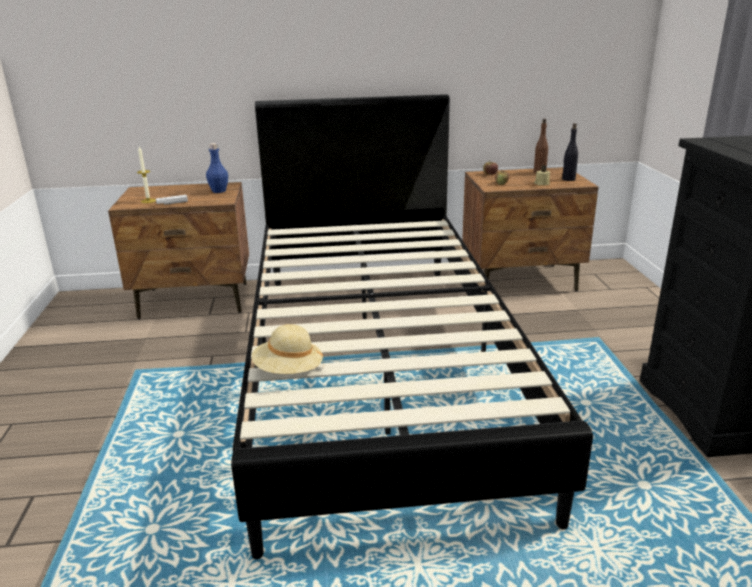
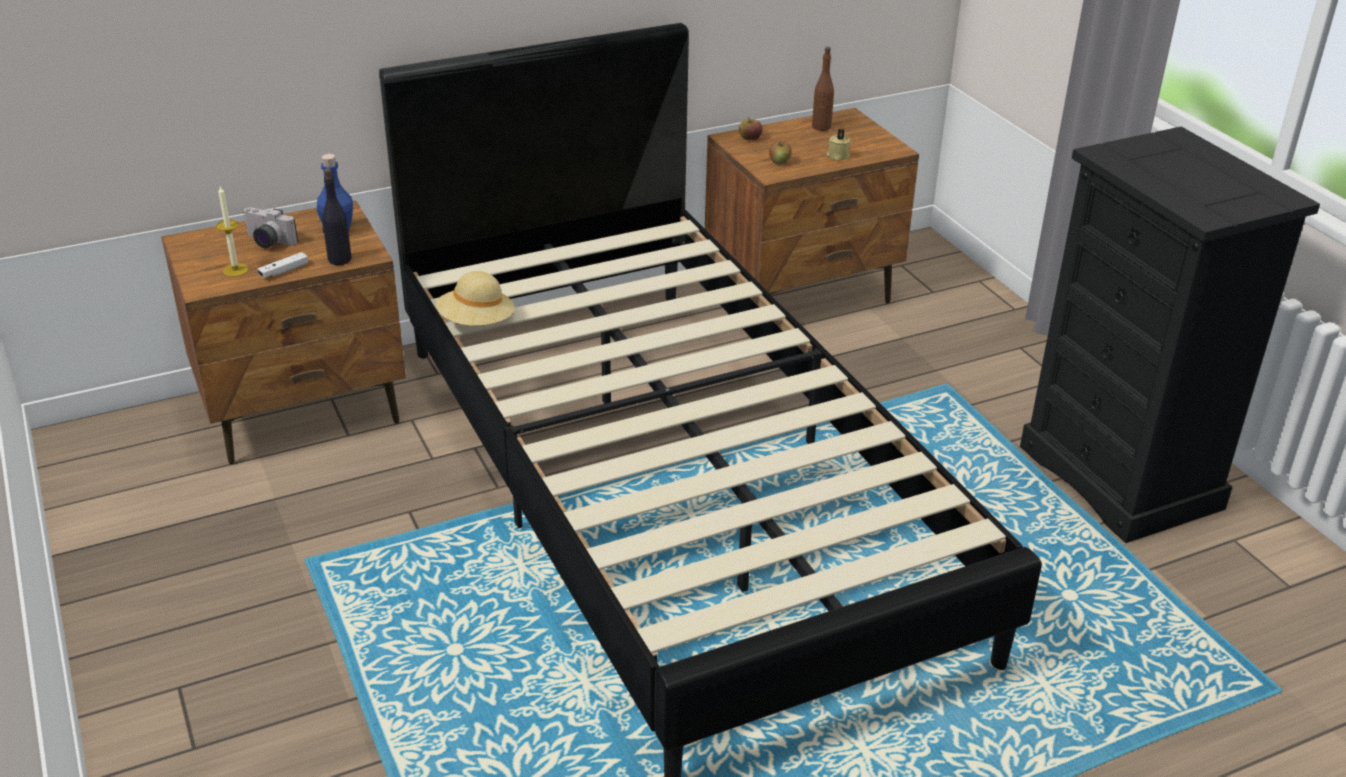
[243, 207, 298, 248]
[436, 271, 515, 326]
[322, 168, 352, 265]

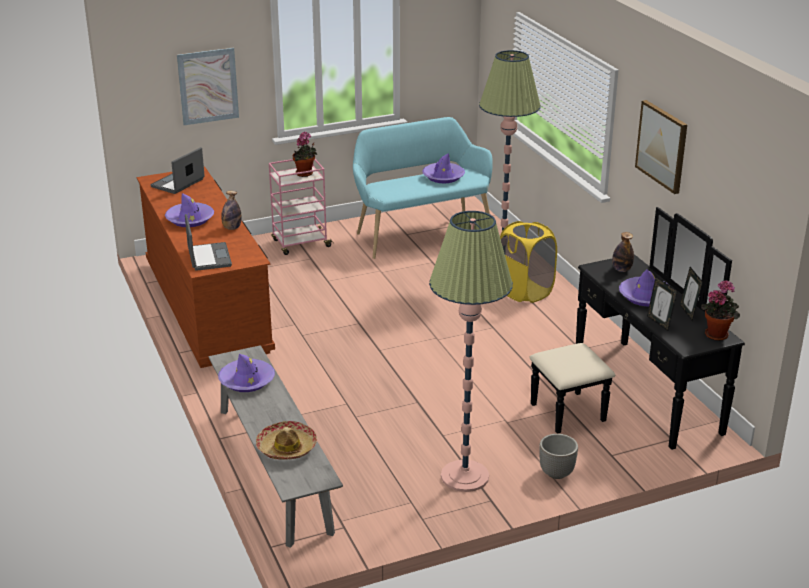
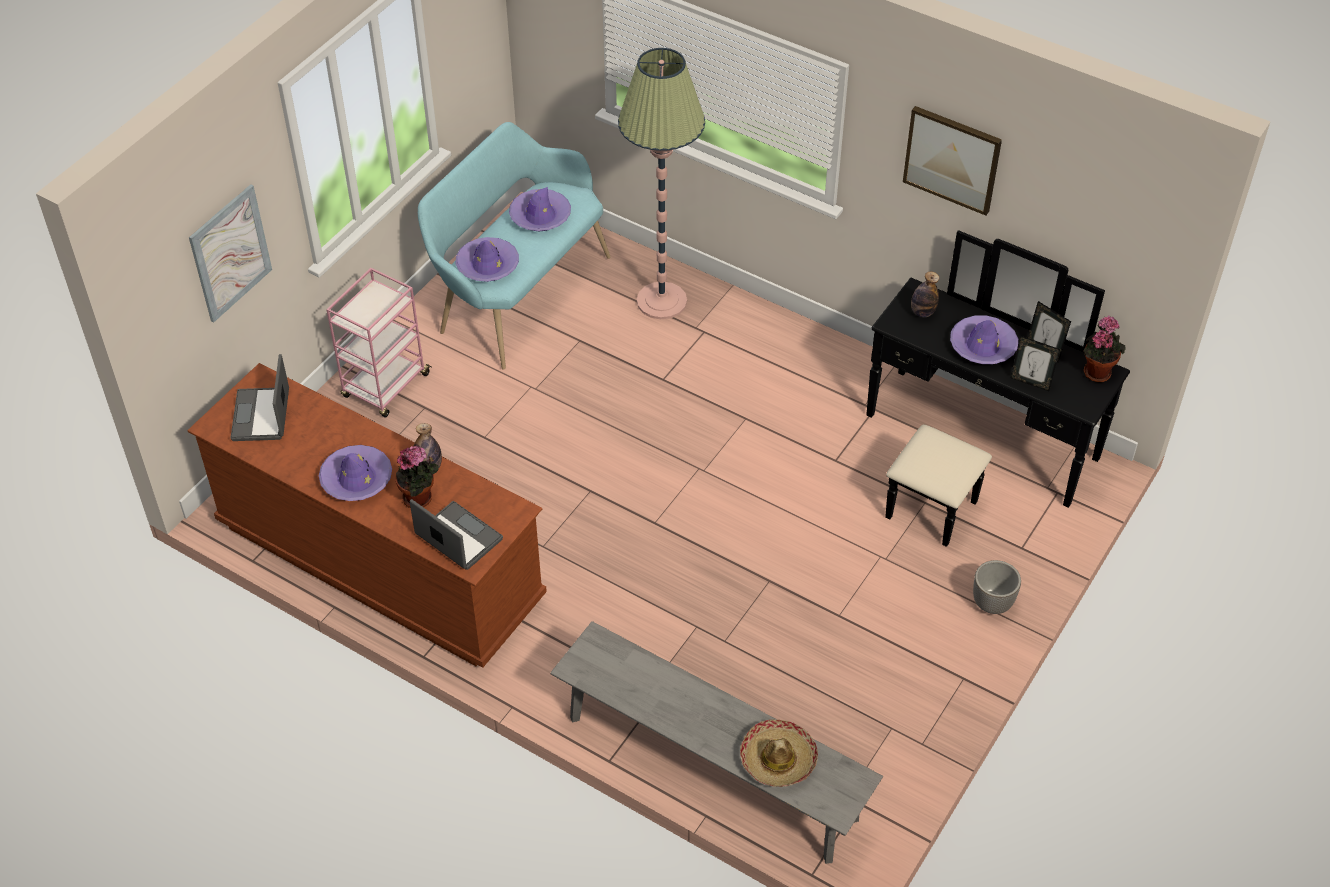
[429, 211, 513, 492] (first image)
[500, 221, 557, 303] (first image)
[456, 237, 519, 282]
[396, 446, 439, 508]

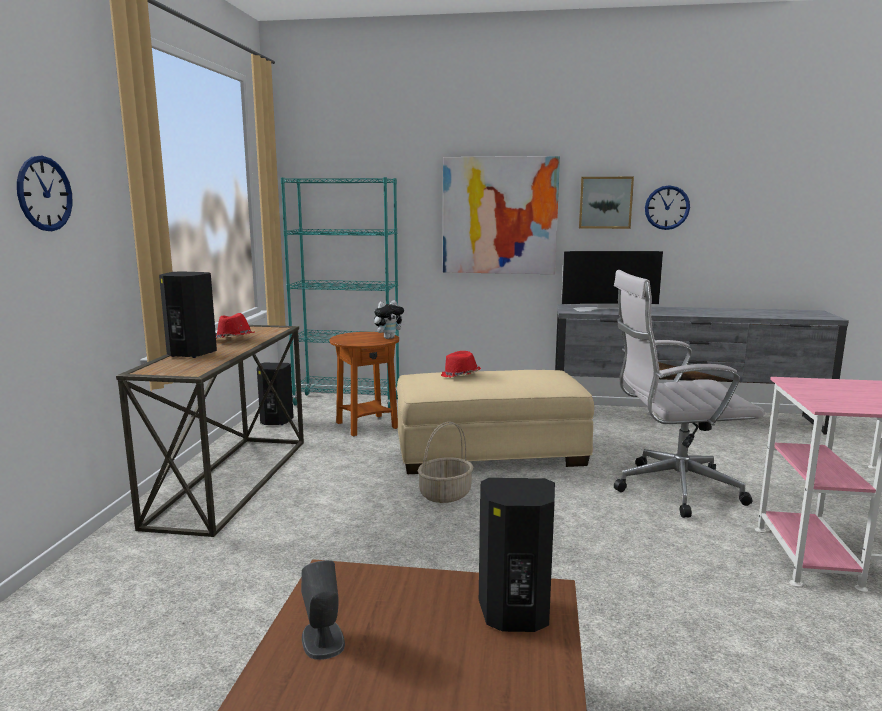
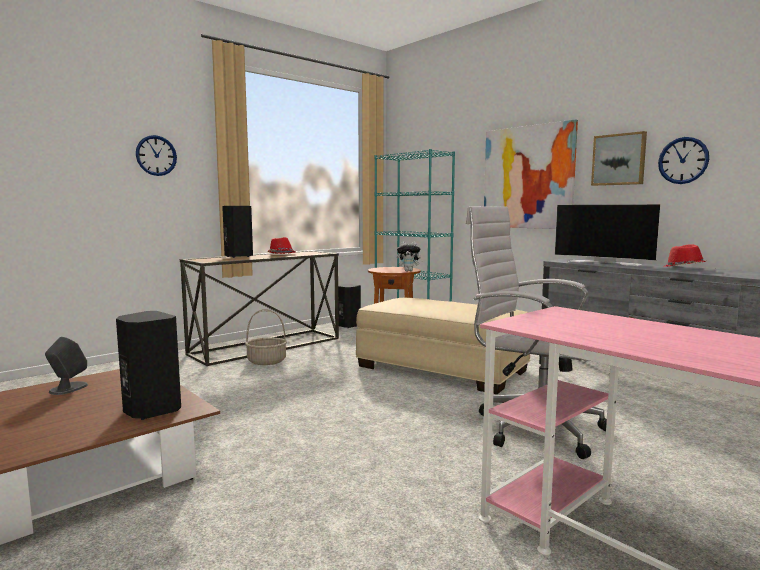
[245, 309, 287, 365]
[663, 245, 706, 267]

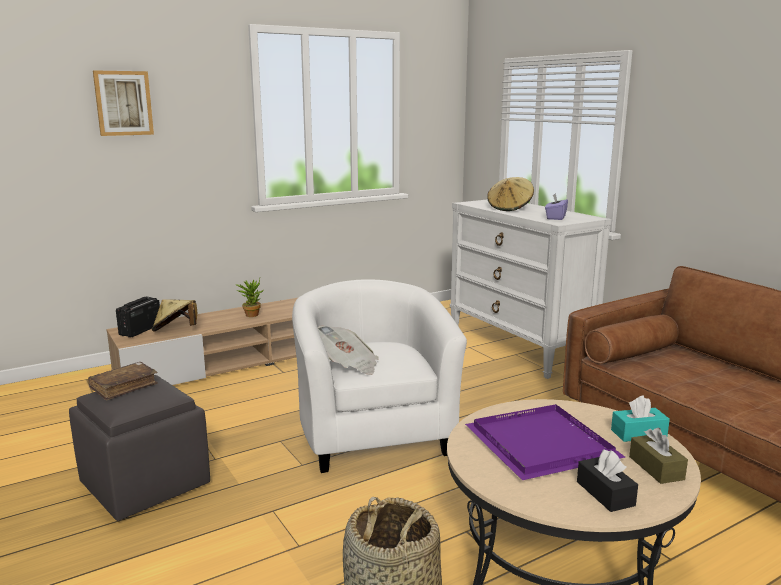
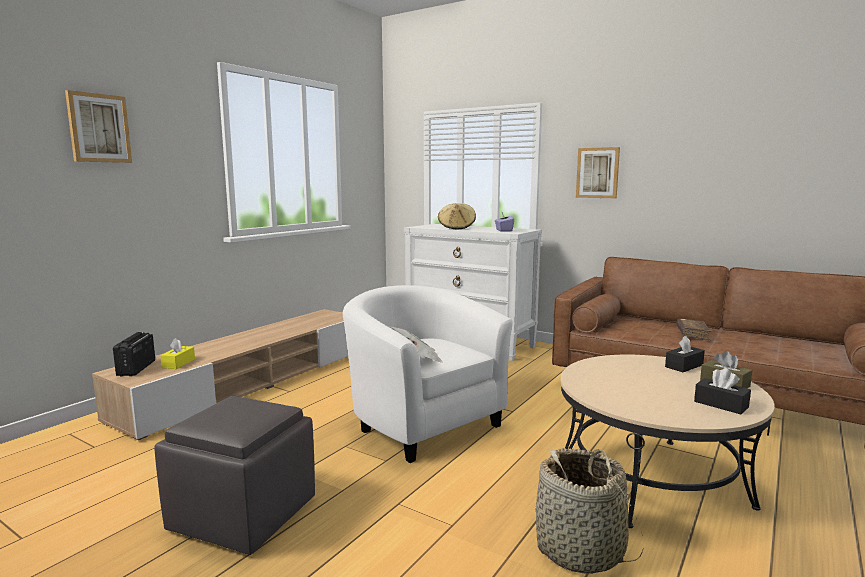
[236, 279, 264, 317] (first image)
[465, 404, 625, 480] (first image)
[576, 147, 620, 198]
[676, 319, 712, 341]
[160, 338, 195, 369]
[665, 336, 705, 372]

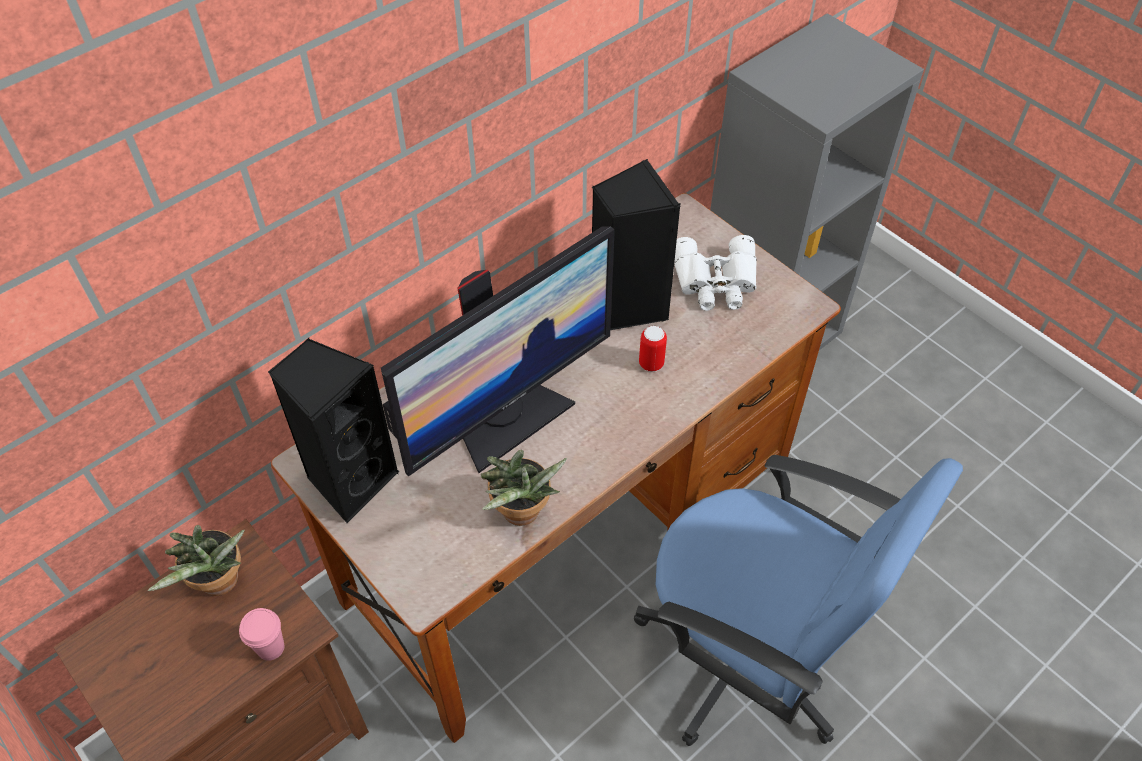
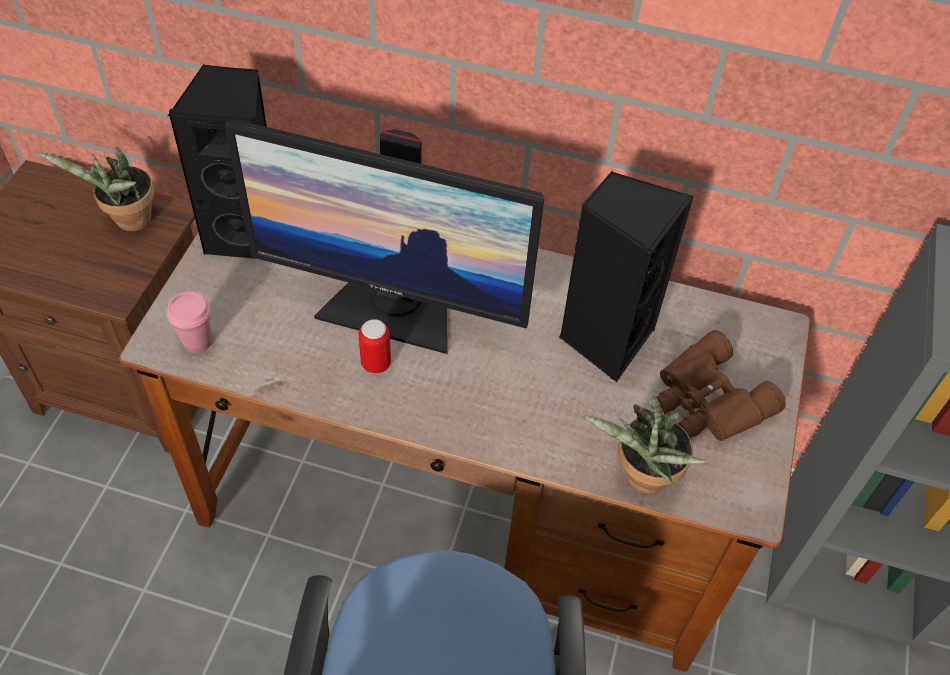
[166, 291, 212, 353]
[583, 396, 706, 495]
[358, 319, 391, 374]
[656, 330, 786, 441]

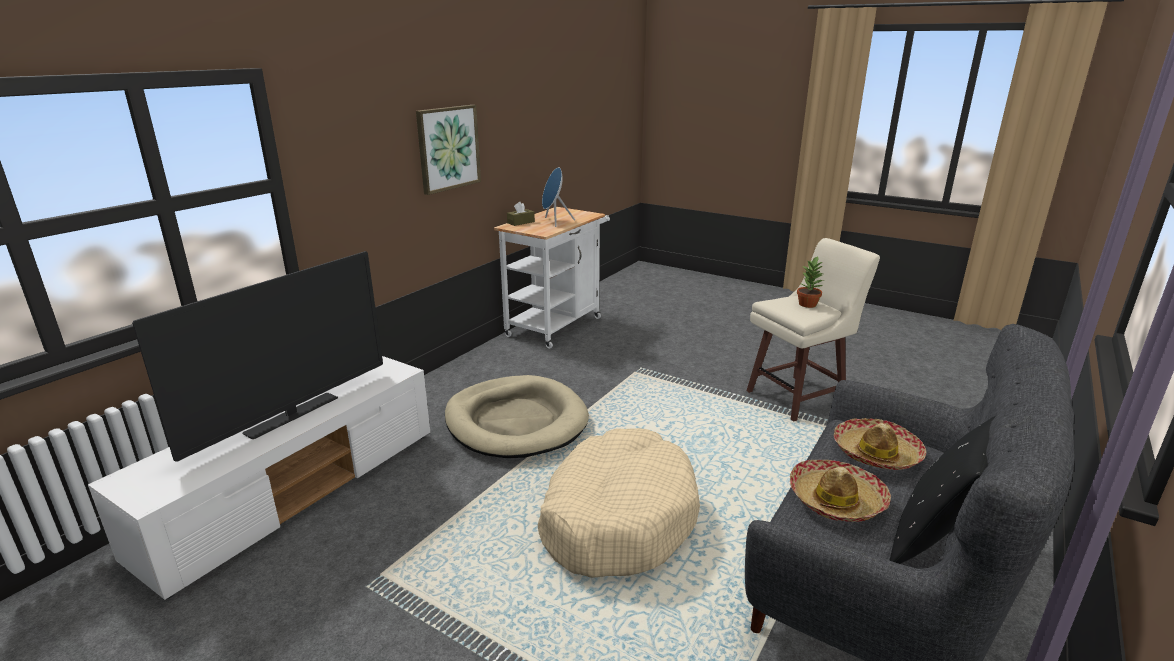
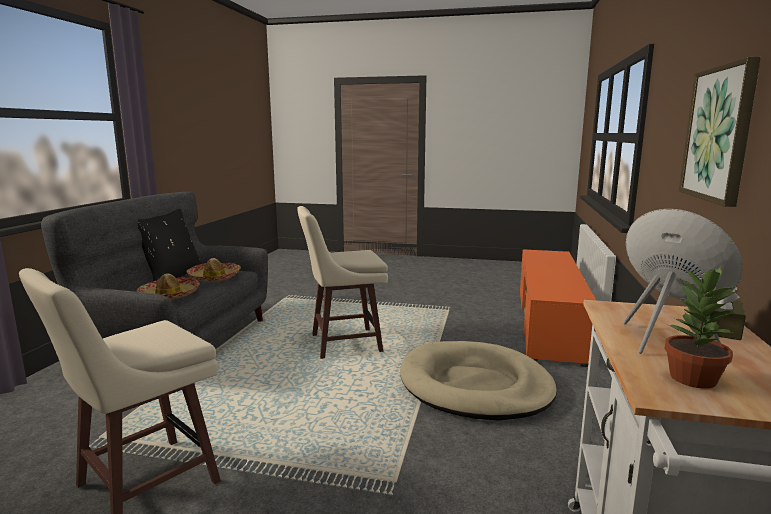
[132, 251, 383, 462] (first image)
[665, 266, 737, 389]
[297, 206, 388, 359]
[520, 249, 596, 367]

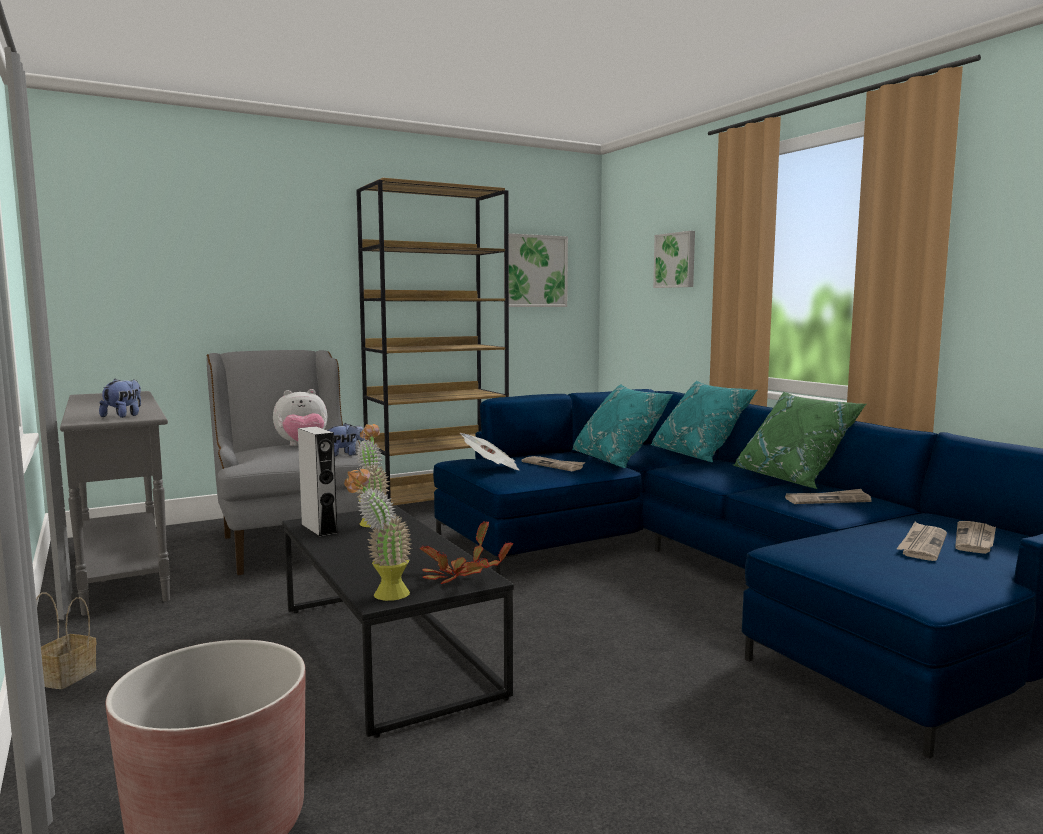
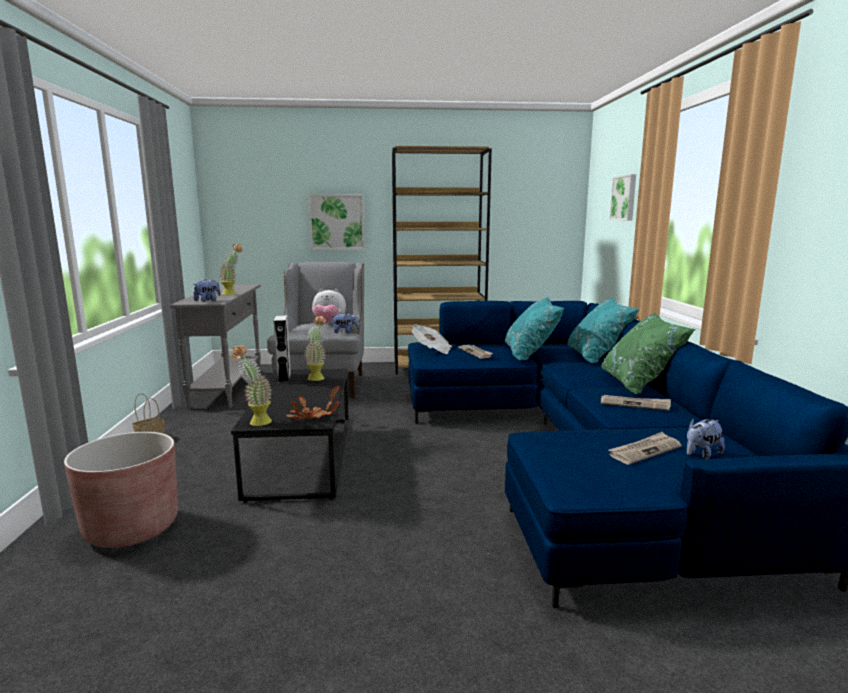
[219, 244, 243, 295]
[308, 194, 365, 250]
[687, 419, 725, 459]

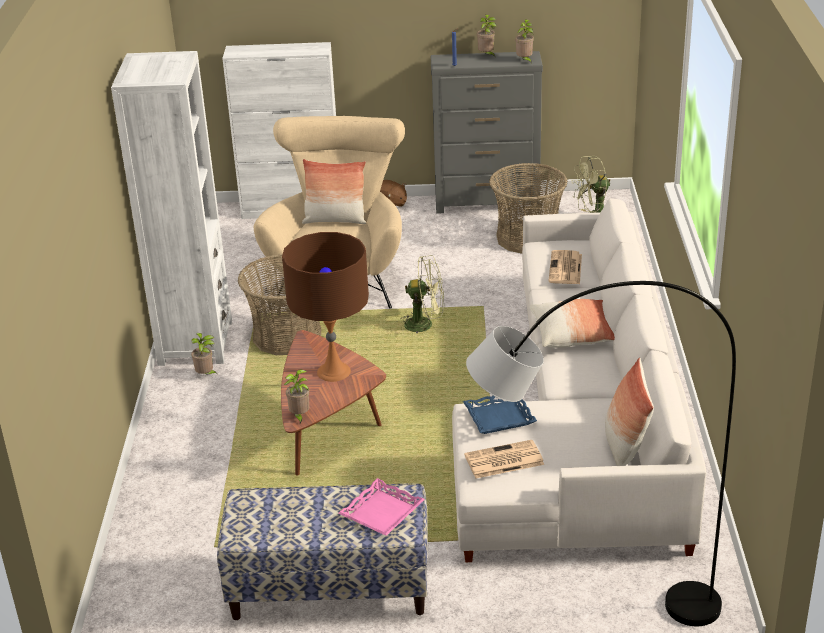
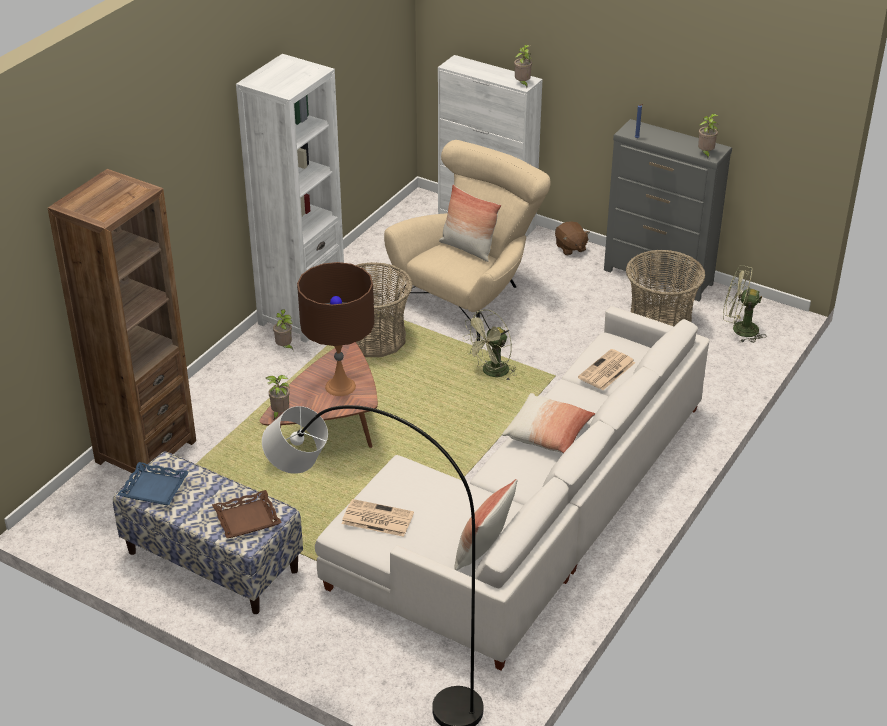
[48, 169, 196, 475]
[117, 462, 189, 505]
[514, 45, 533, 87]
[212, 490, 282, 538]
[462, 309, 516, 381]

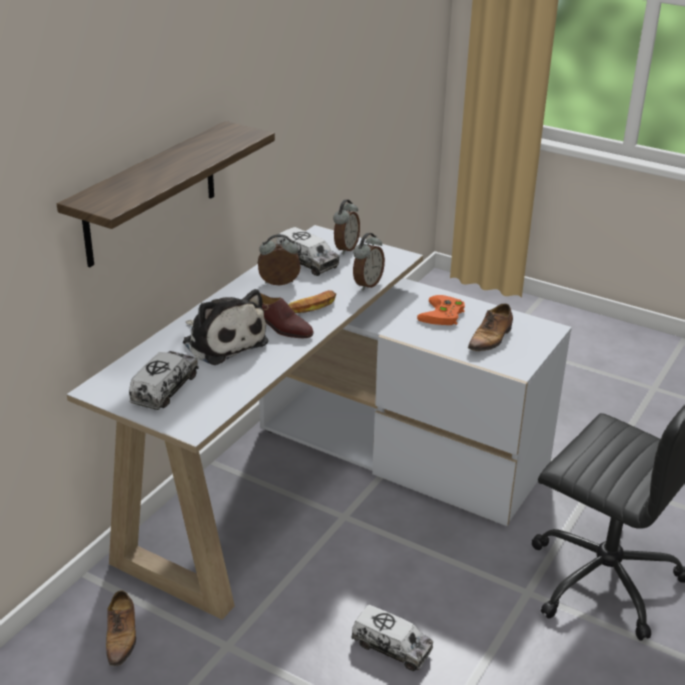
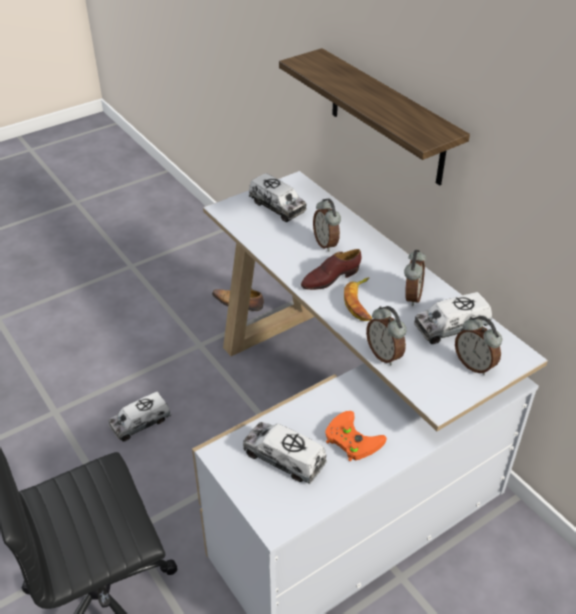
[313, 198, 341, 252]
[243, 422, 327, 484]

